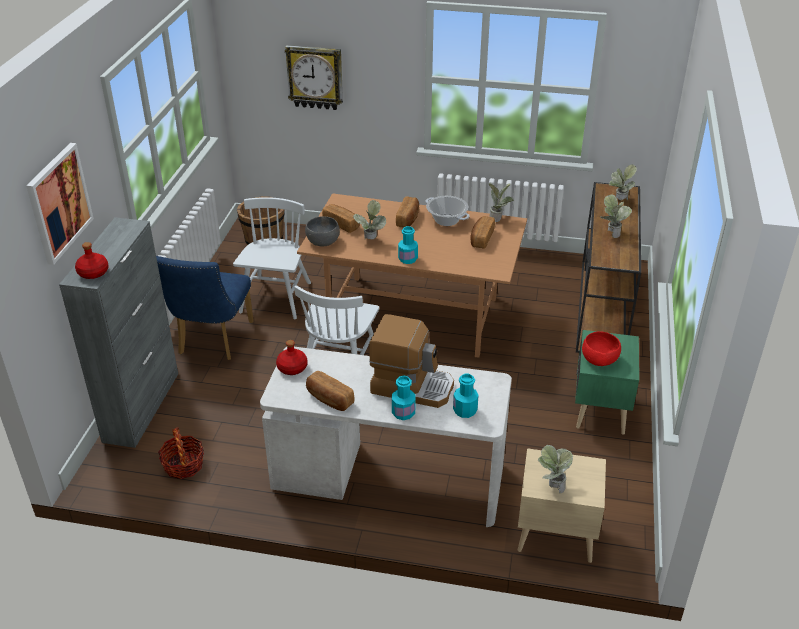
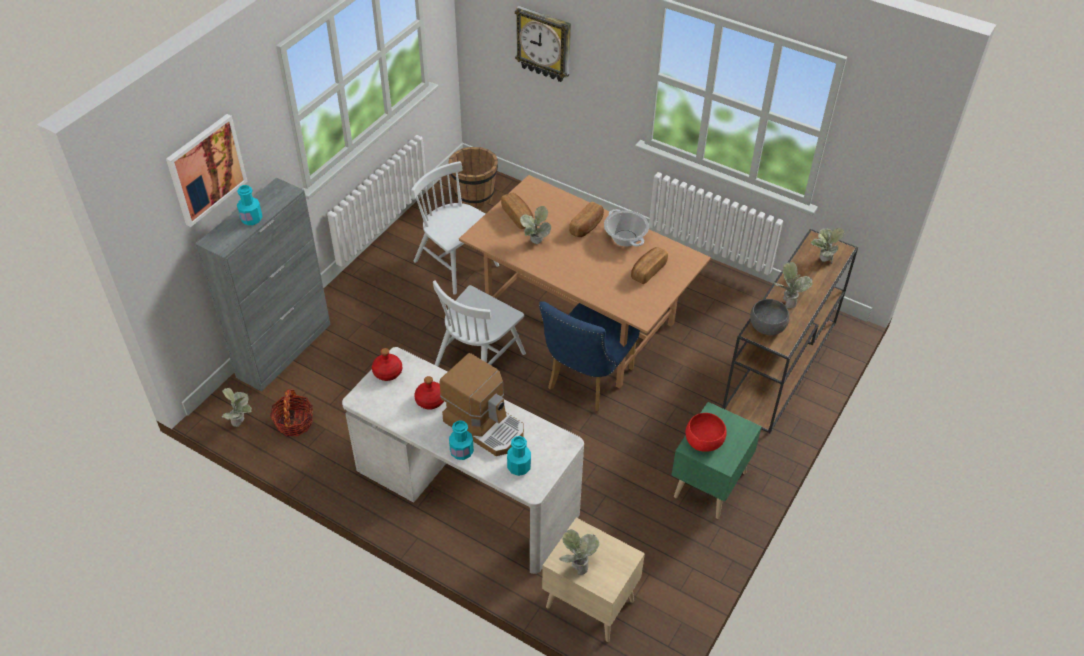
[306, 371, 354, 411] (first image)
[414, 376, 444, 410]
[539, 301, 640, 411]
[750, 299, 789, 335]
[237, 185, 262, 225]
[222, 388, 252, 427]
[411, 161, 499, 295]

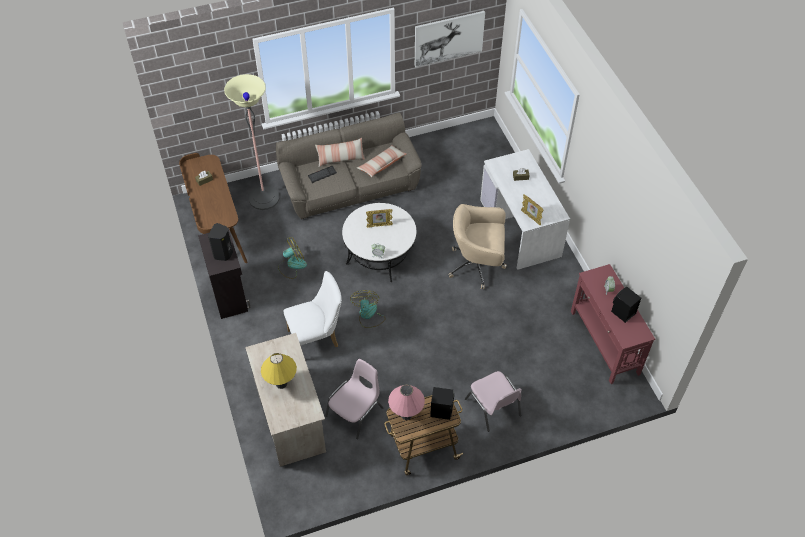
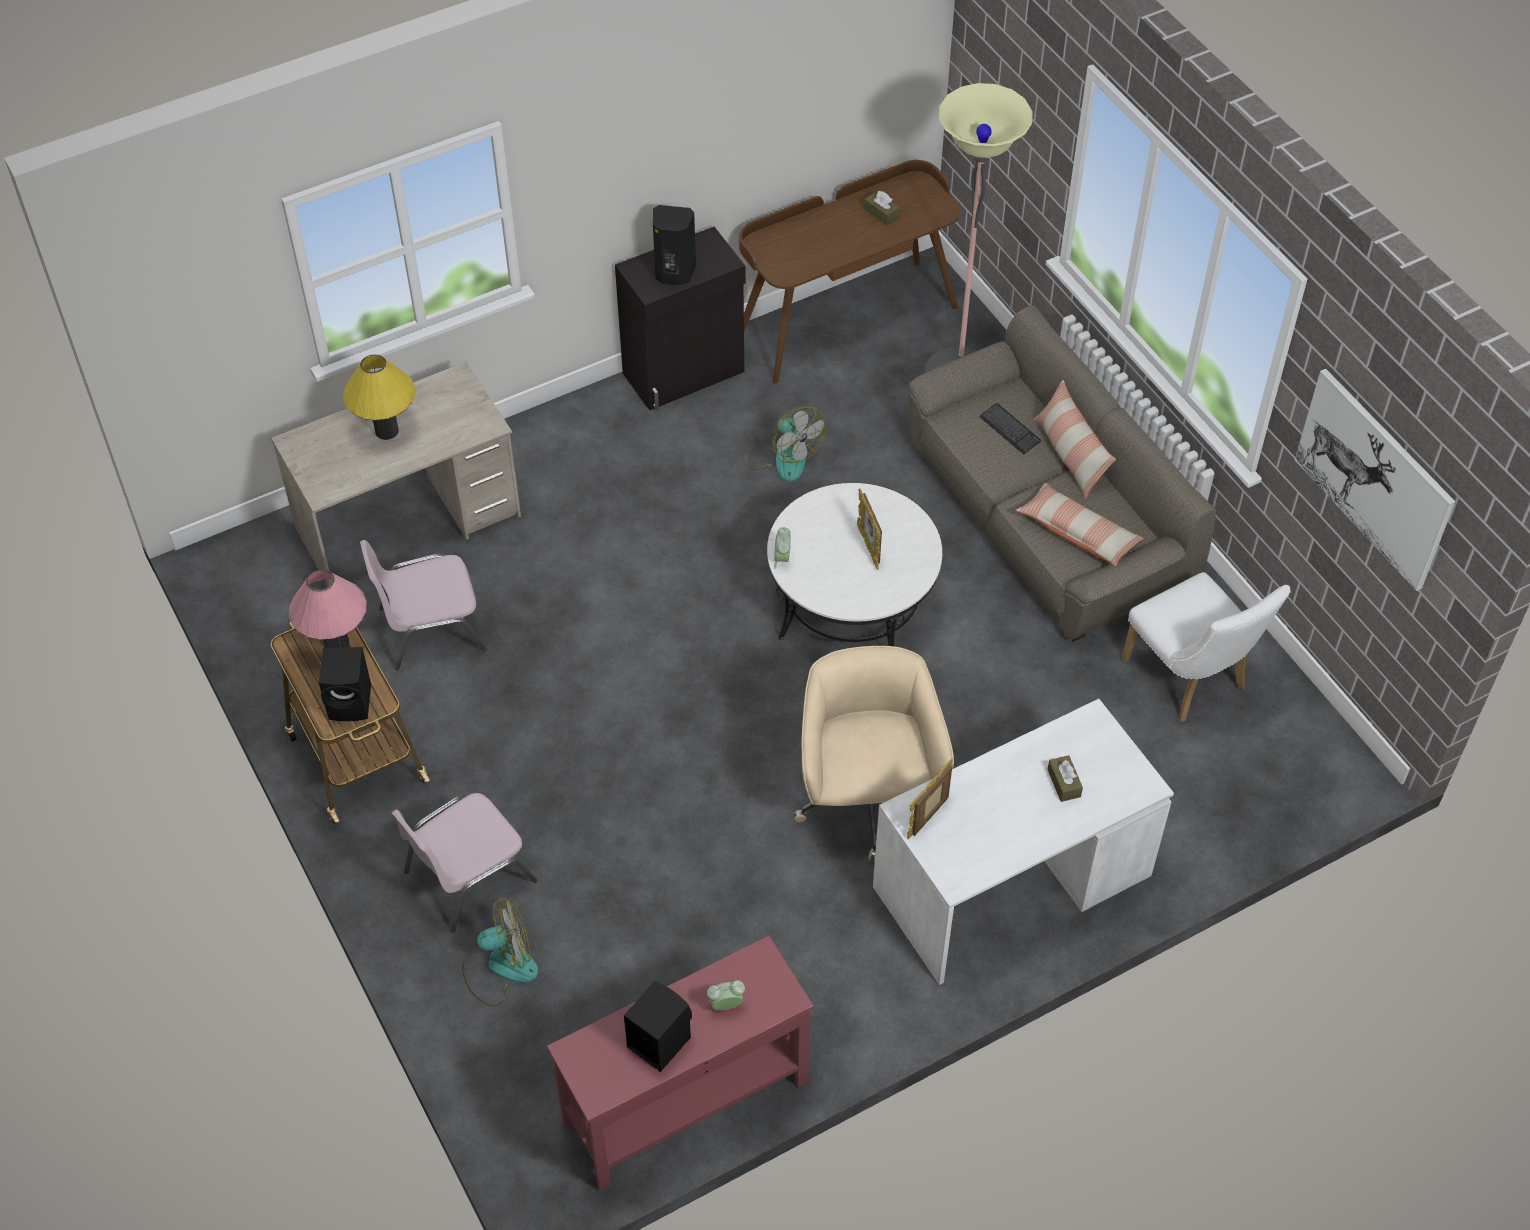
[1122, 572, 1291, 721]
[462, 897, 538, 1007]
[360, 540, 487, 670]

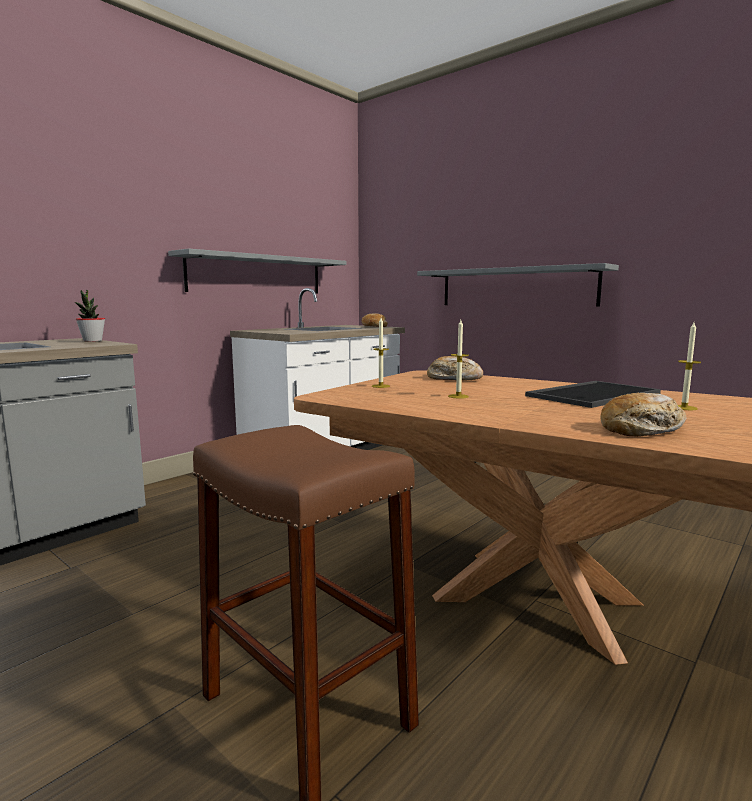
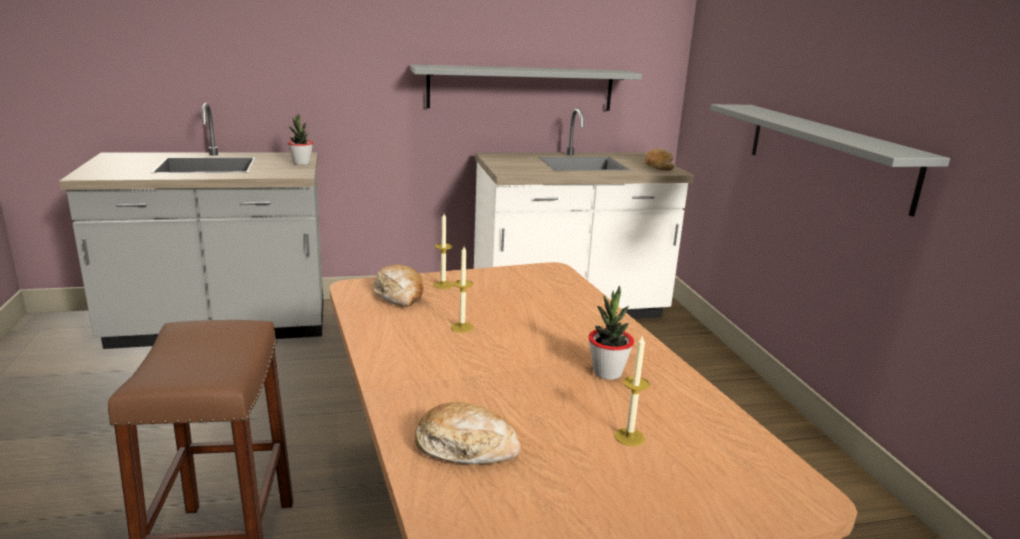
[373, 265, 424, 307]
[588, 286, 634, 380]

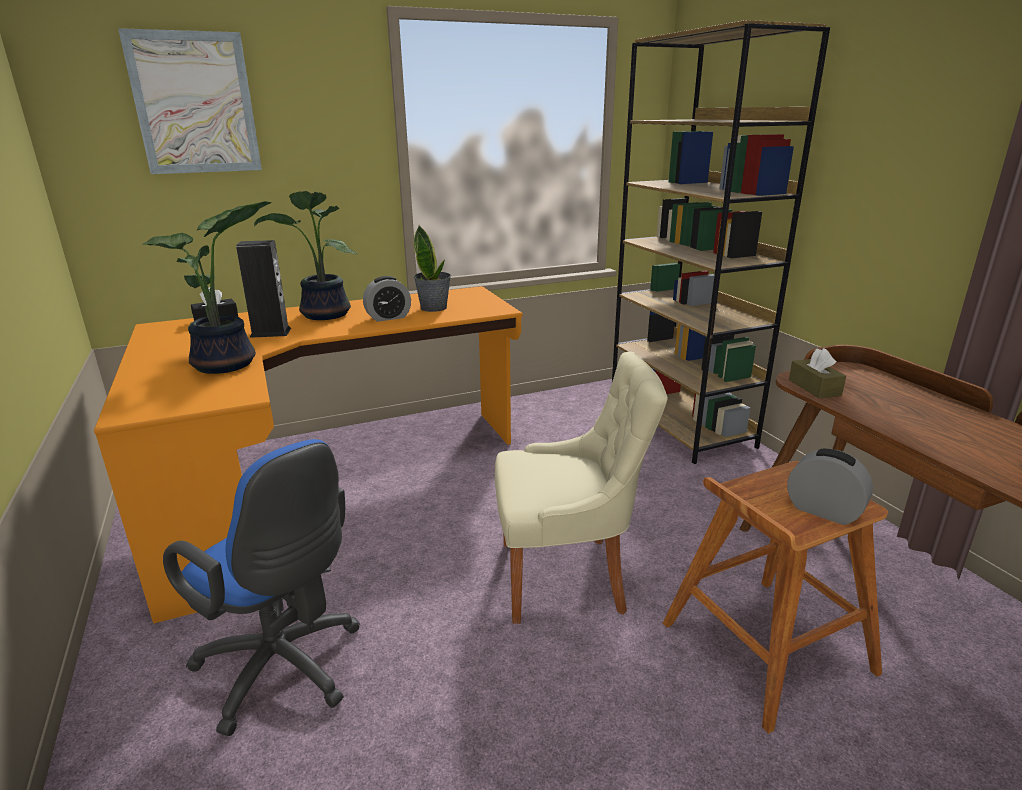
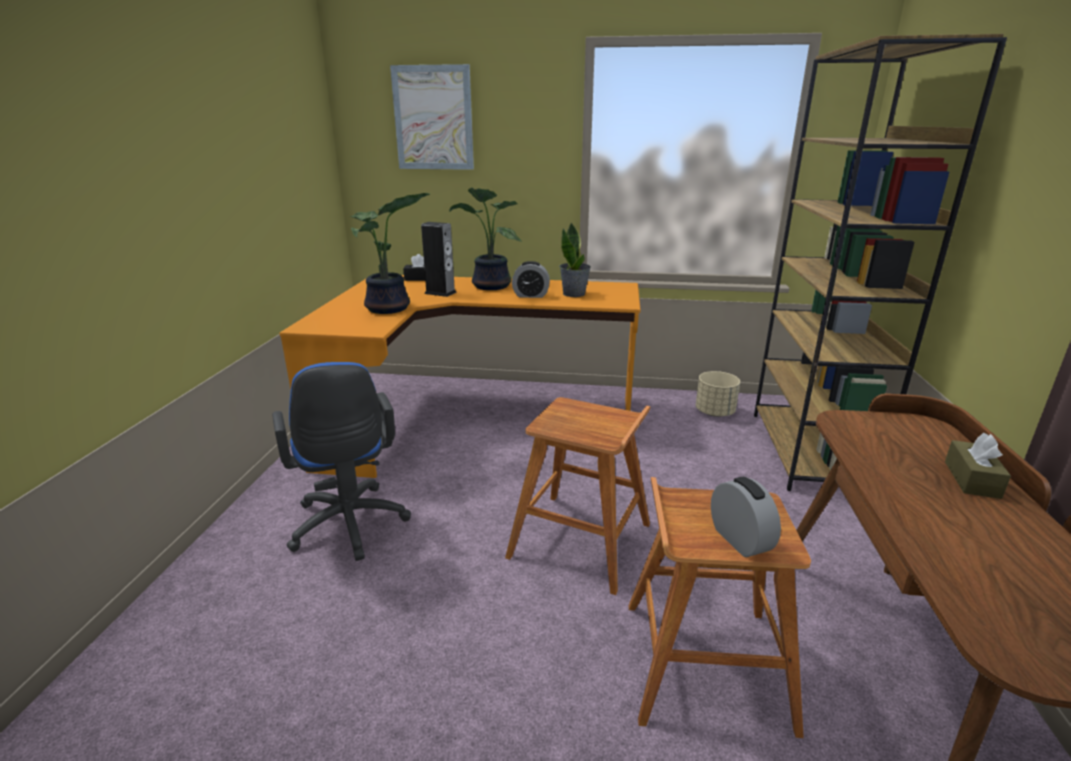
[696, 371, 740, 417]
[945, 433, 1011, 499]
[505, 397, 650, 595]

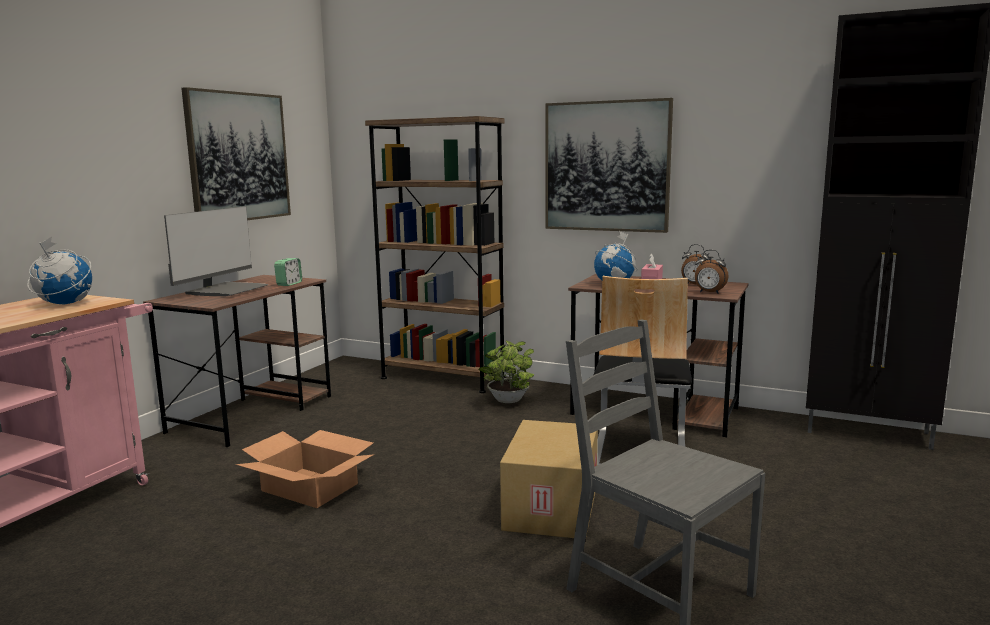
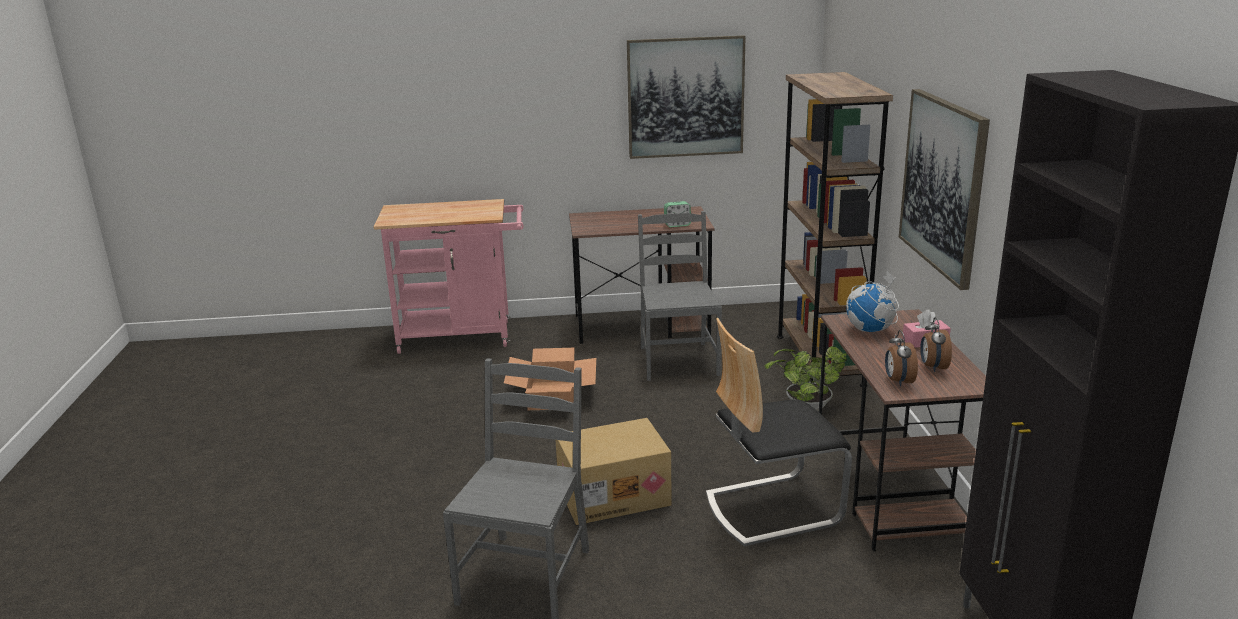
[27, 237, 92, 304] (first image)
[164, 206, 269, 296] (first image)
[638, 211, 722, 381]

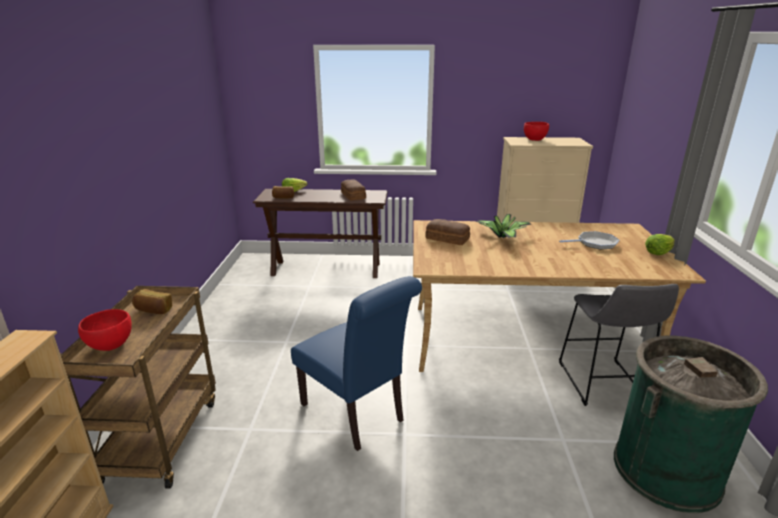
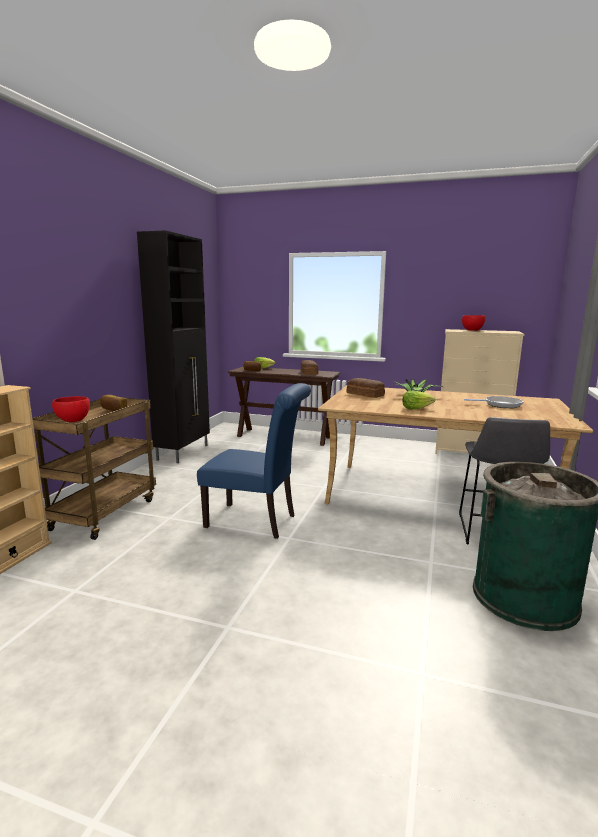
[137, 230, 210, 463]
[402, 390, 435, 409]
[197, 383, 311, 539]

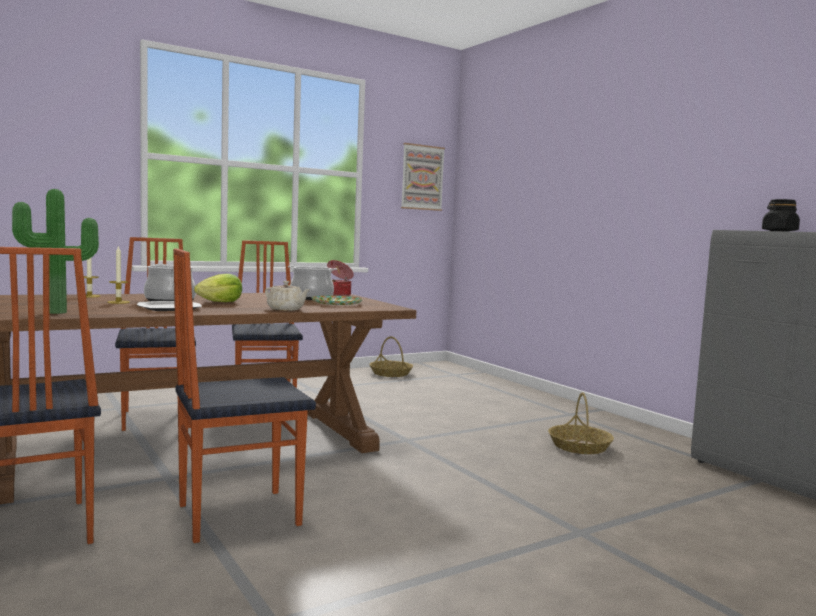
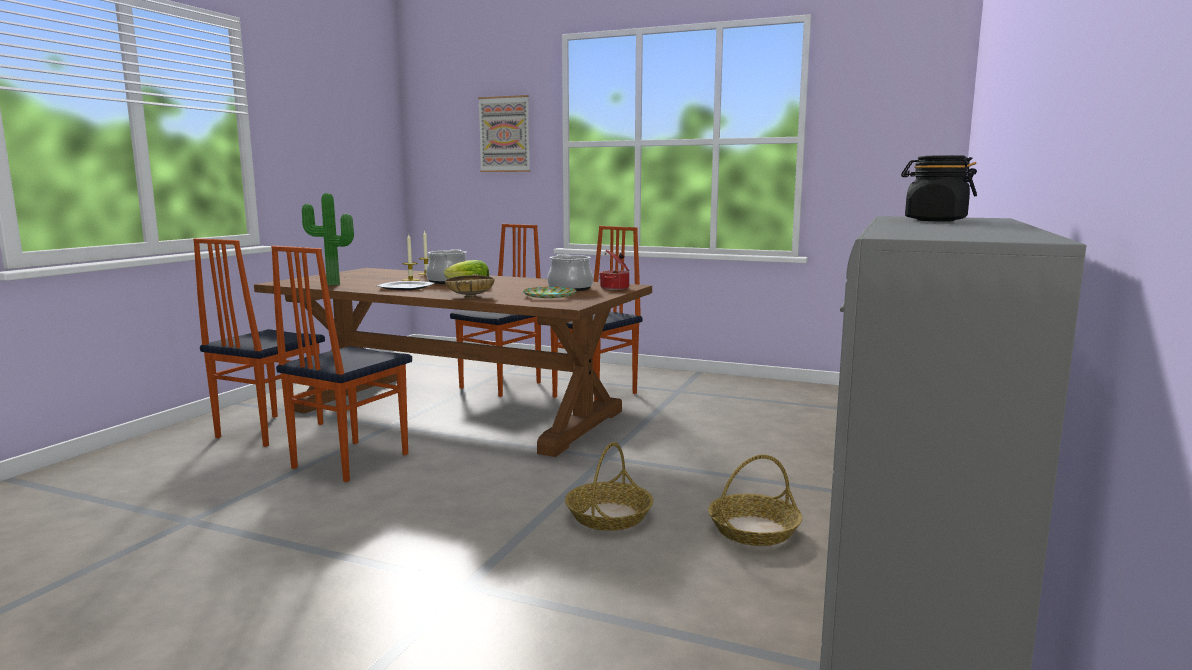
[565, 442, 654, 531]
[478, 95, 530, 172]
[445, 274, 494, 298]
[271, 246, 412, 482]

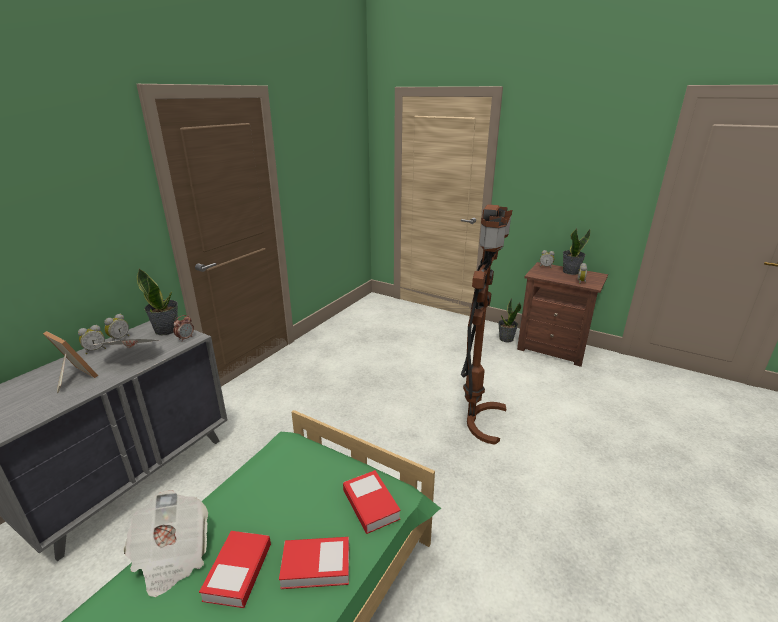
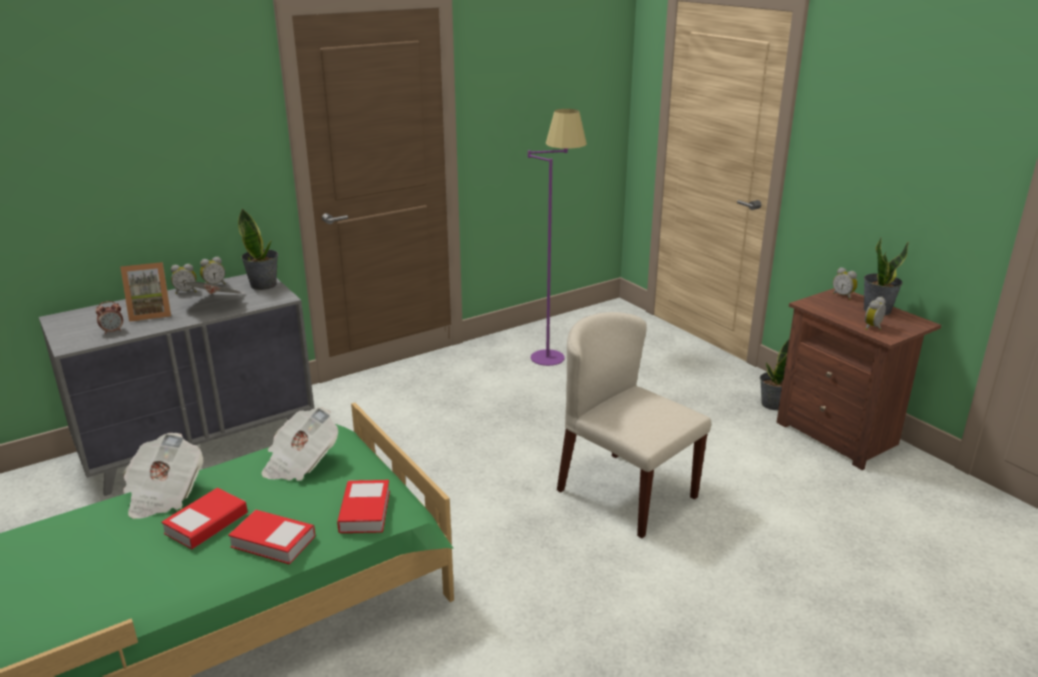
[261, 407, 338, 481]
[528, 109, 587, 366]
[95, 301, 123, 334]
[557, 312, 711, 538]
[120, 262, 171, 322]

